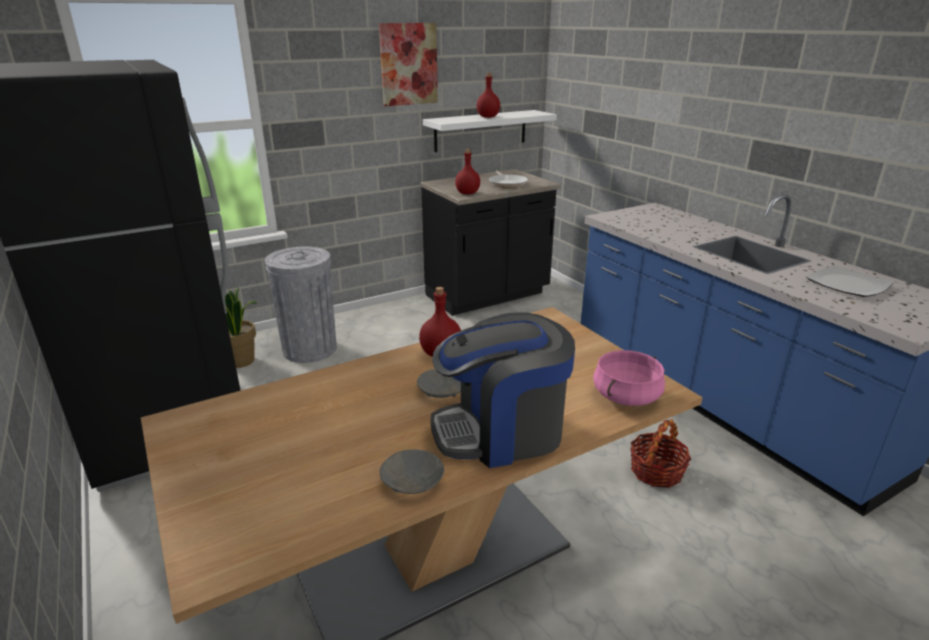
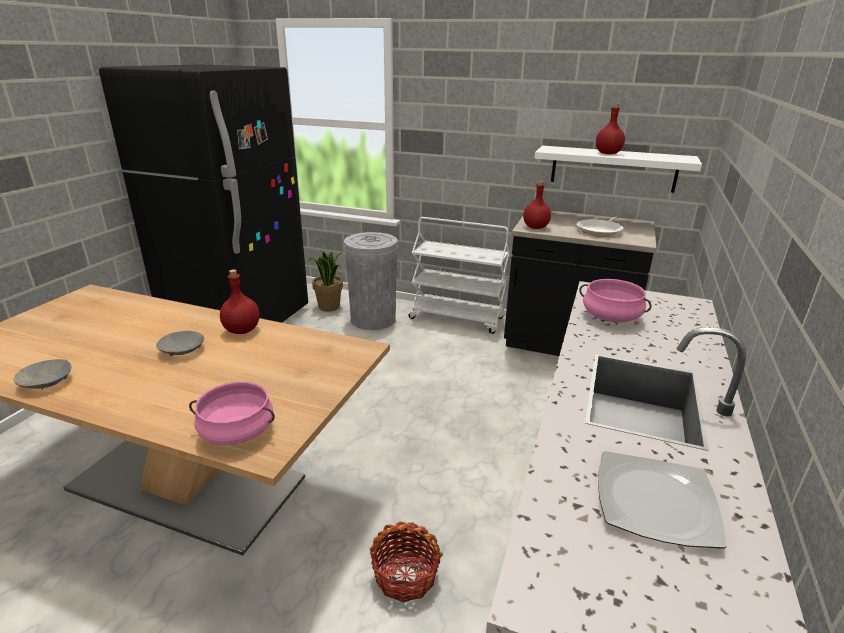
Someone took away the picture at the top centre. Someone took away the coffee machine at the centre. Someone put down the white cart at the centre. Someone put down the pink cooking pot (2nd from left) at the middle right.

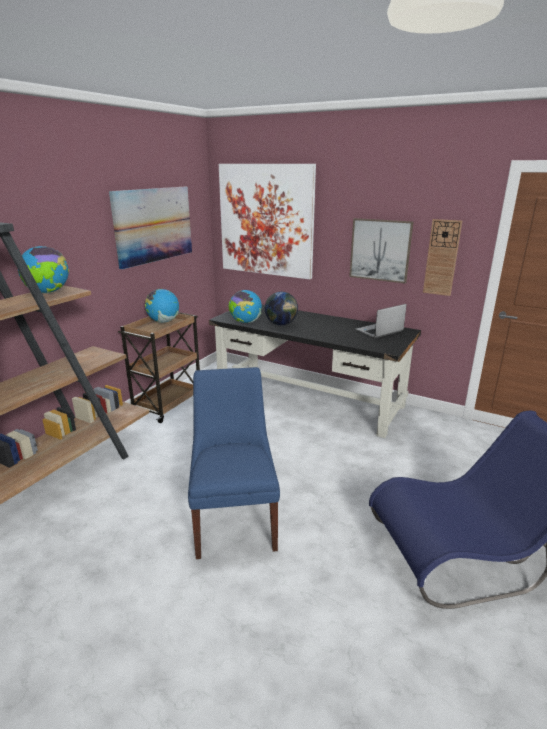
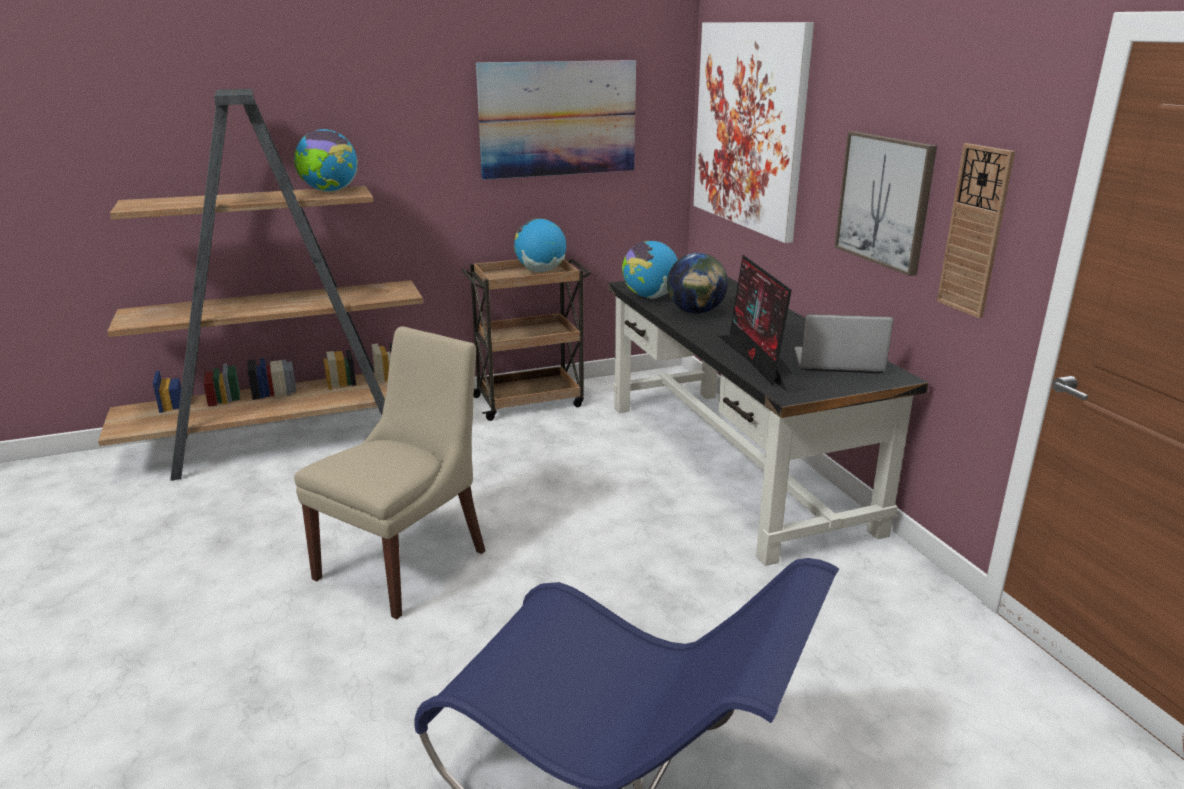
Someone put down the monitor at the centre. Someone repainted the blue chair (1st from left) at the centre, which became the beige chair at the middle left.

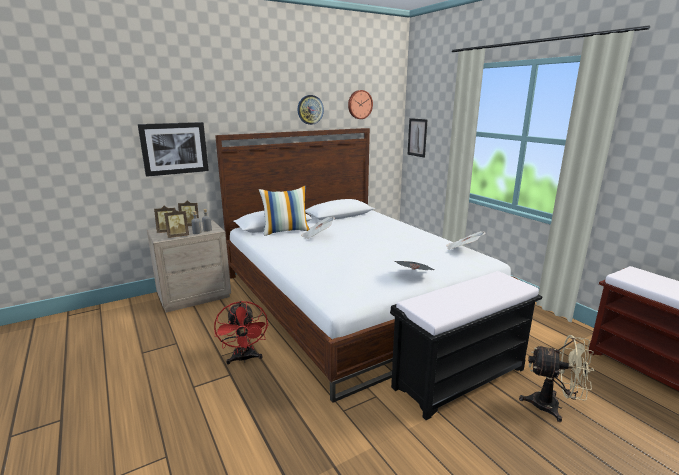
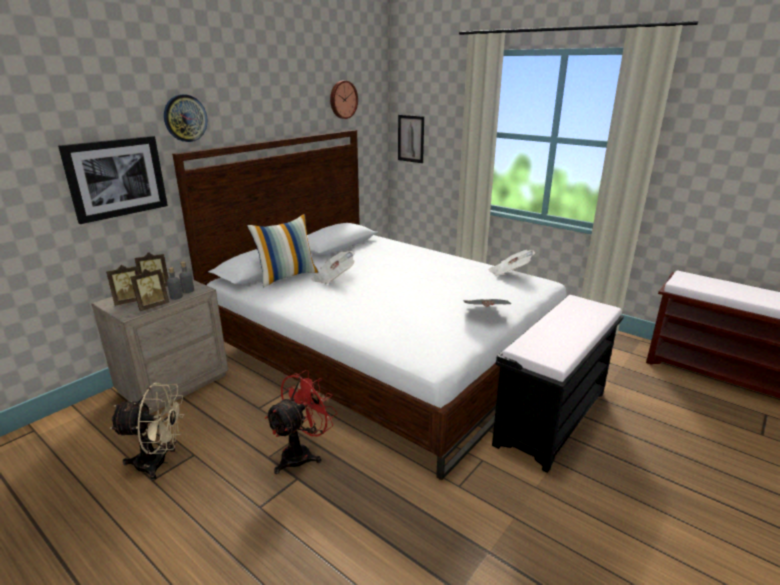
Someone carried the wall clock (1st from left) from the top centre to the top left. Someone carried the beige fan from the bottom right to the bottom left. Someone rotated the red fan at the bottom centre by 105 degrees counterclockwise.

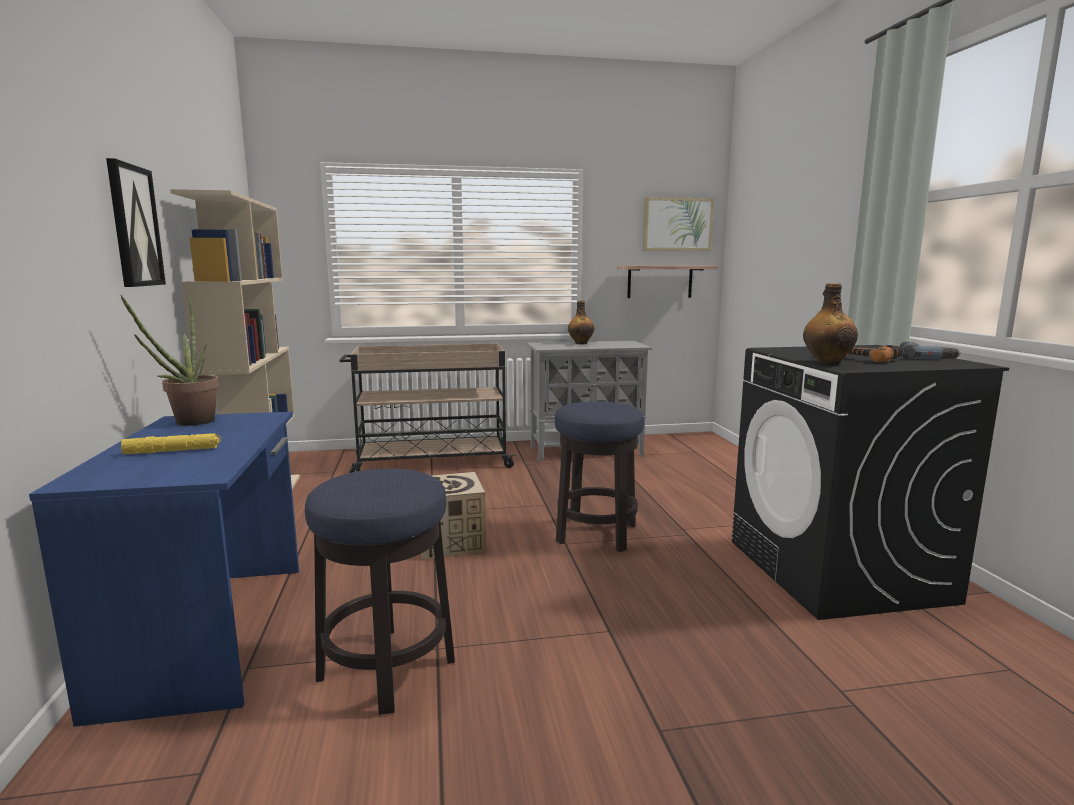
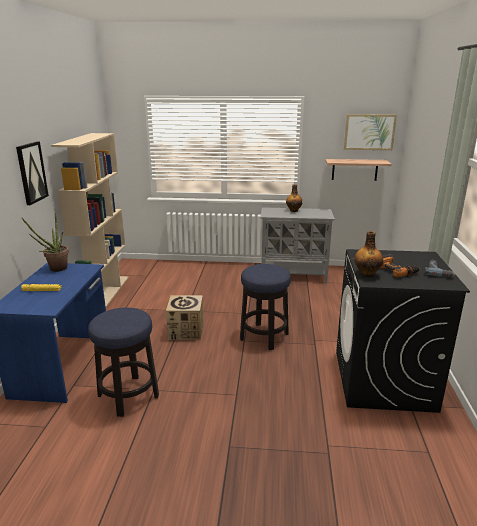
Someone took away the beige cart at the centre.

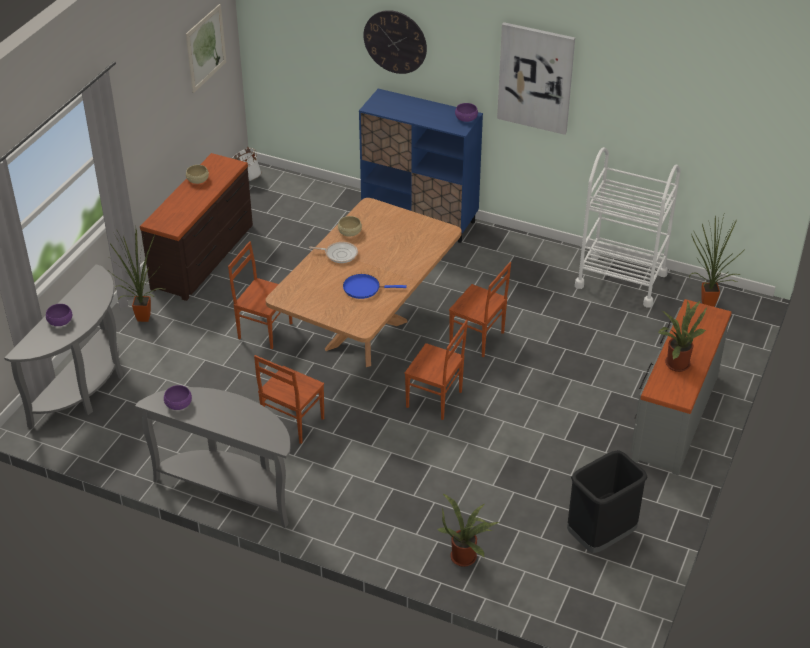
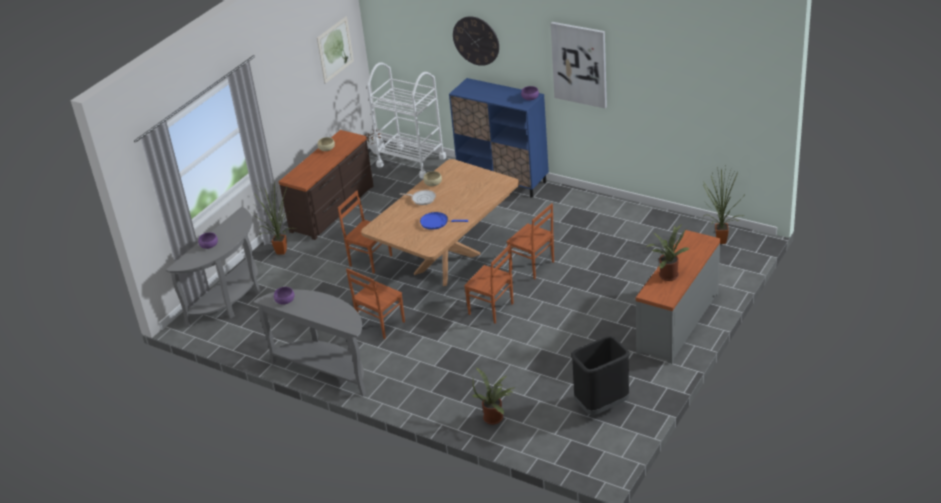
Someone carried the white cart from the middle right to the top centre.

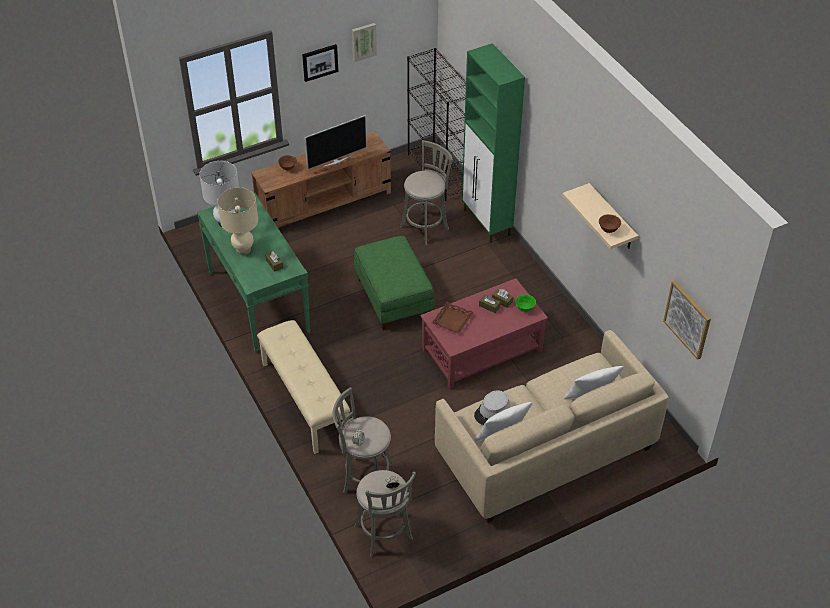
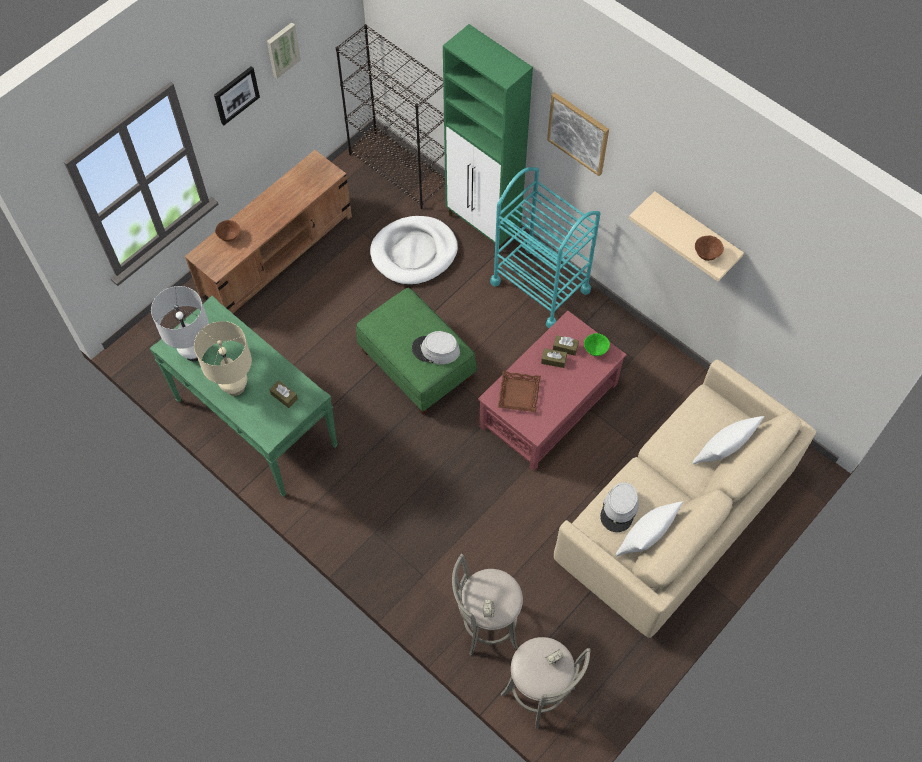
Someone took away the beige bench at the centre. Someone took away the television at the top centre. Someone put down the grey hat (1st from left) at the centre. Someone put down the turquoise cart at the top centre. Someone carried the picture (3rd from left) from the middle right to the top centre. Someone swapped the grey stool (3rd from left) at the top centre for the white dog bed at the top centre.

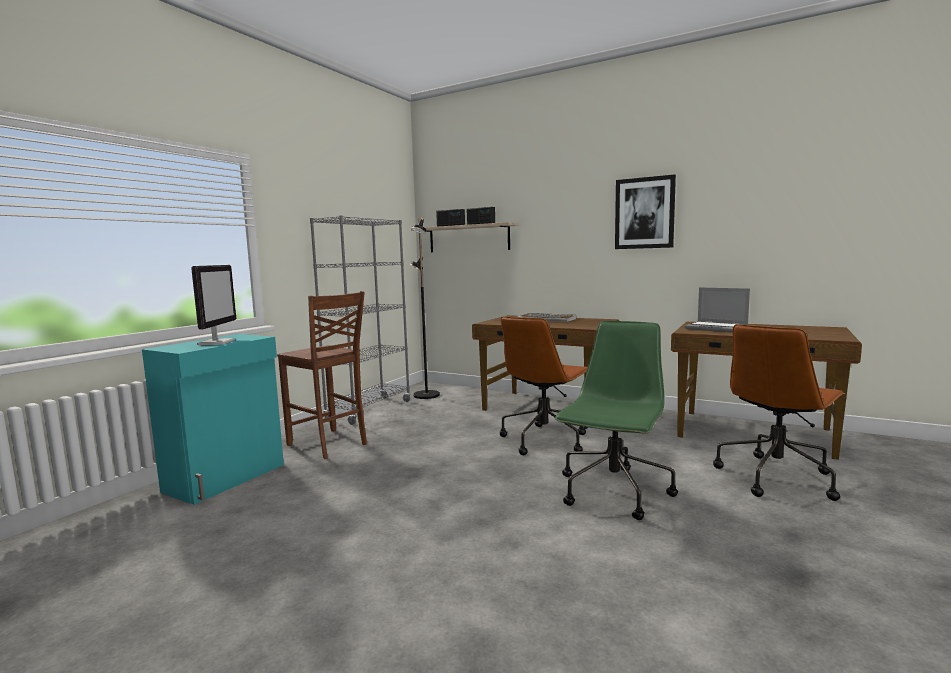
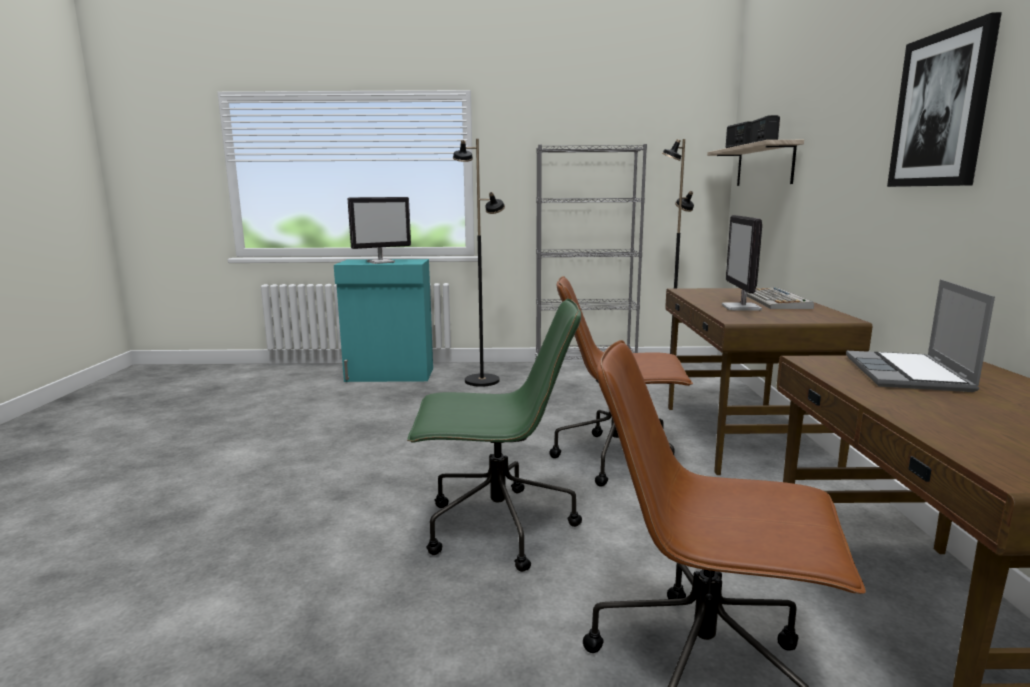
Someone put down the monitor (2nd from left) at the middle right. Someone swapped the brown chair at the centre for the black floor lamp (1st from left) at the centre.

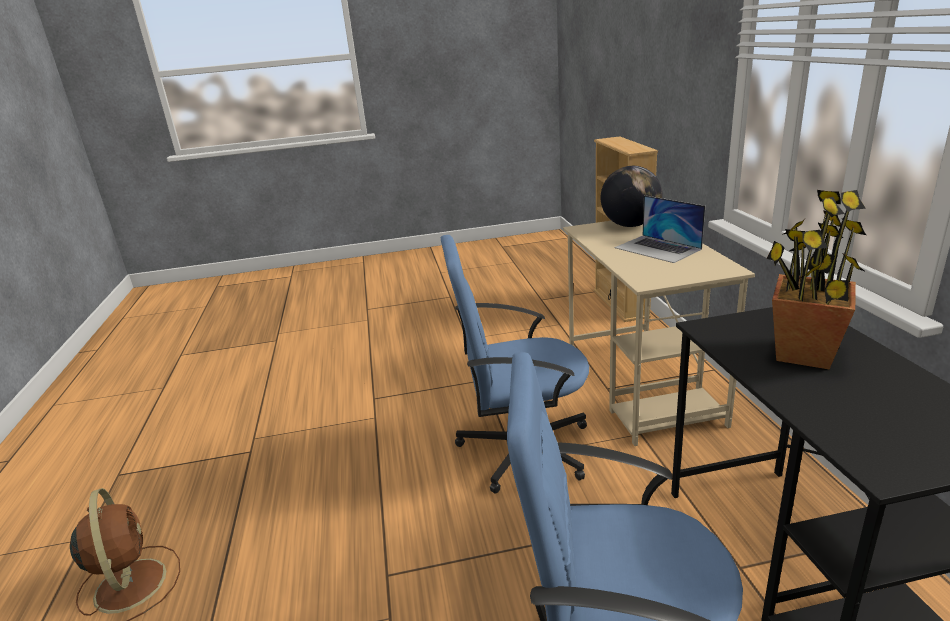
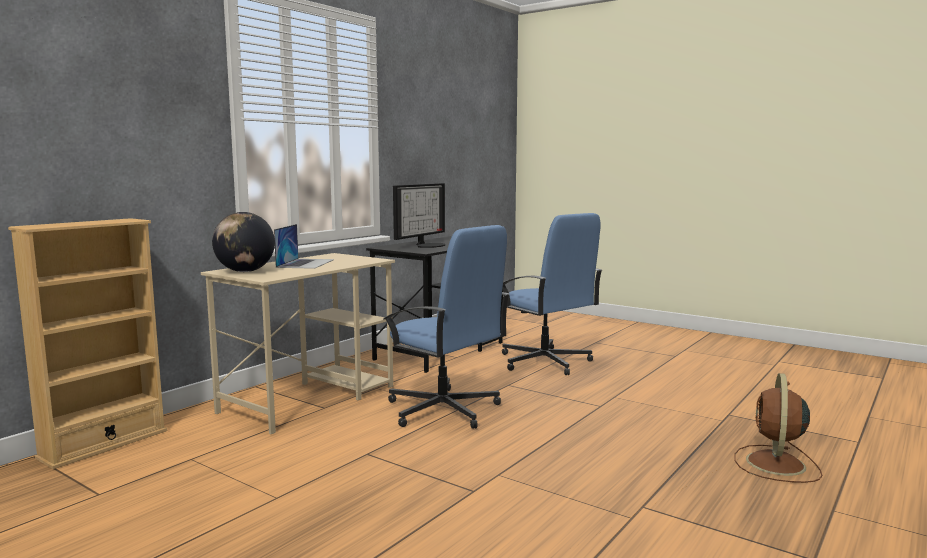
Someone swapped the potted plant at the middle right for the monitor at the centre.

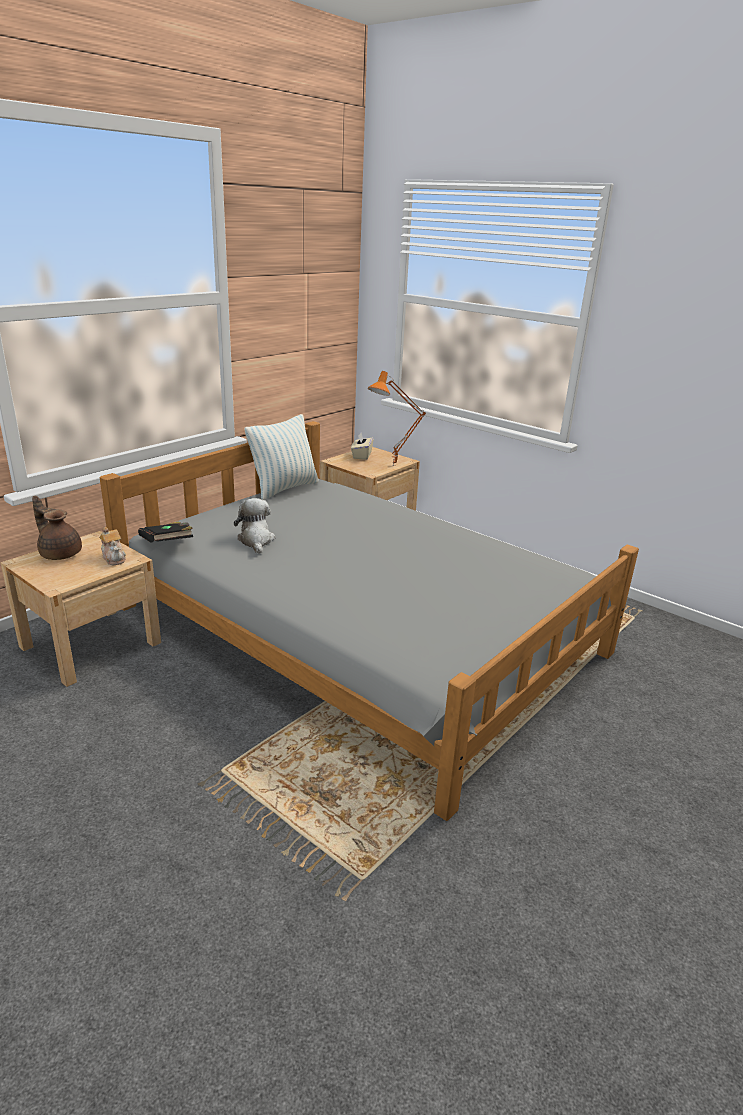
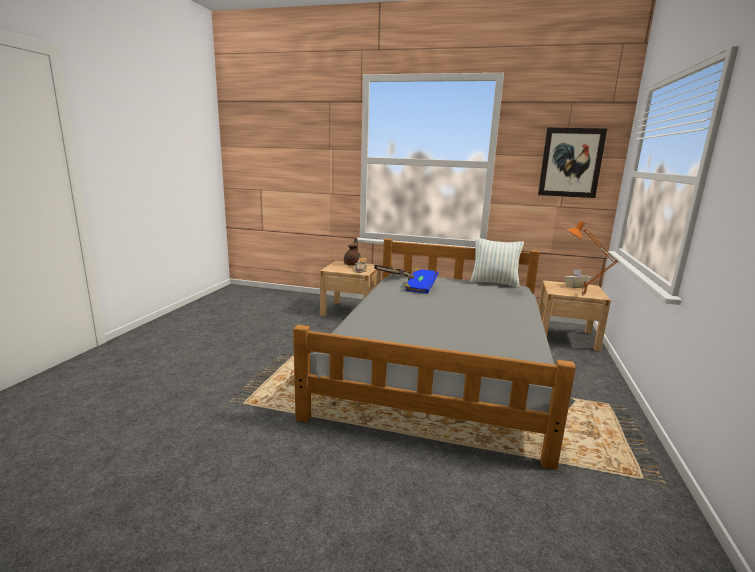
Someone put up the picture at the top right. Someone swapped the plush toy at the centre for the blue book at the centre.

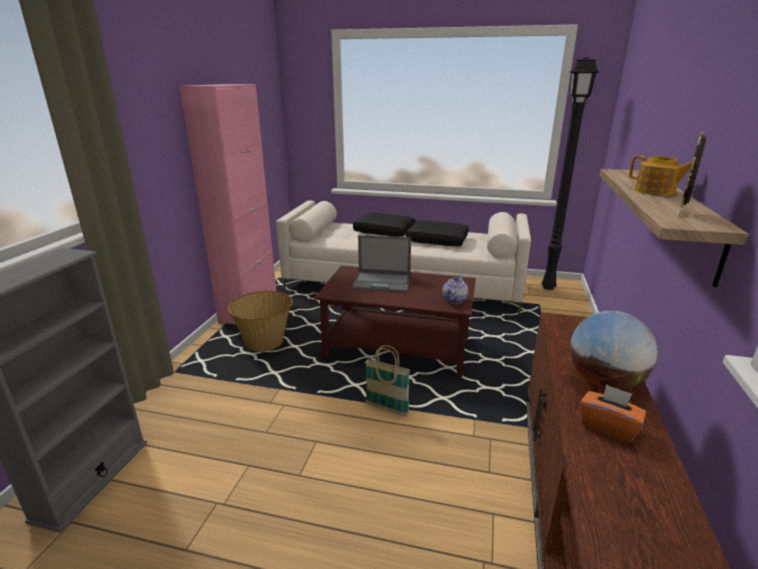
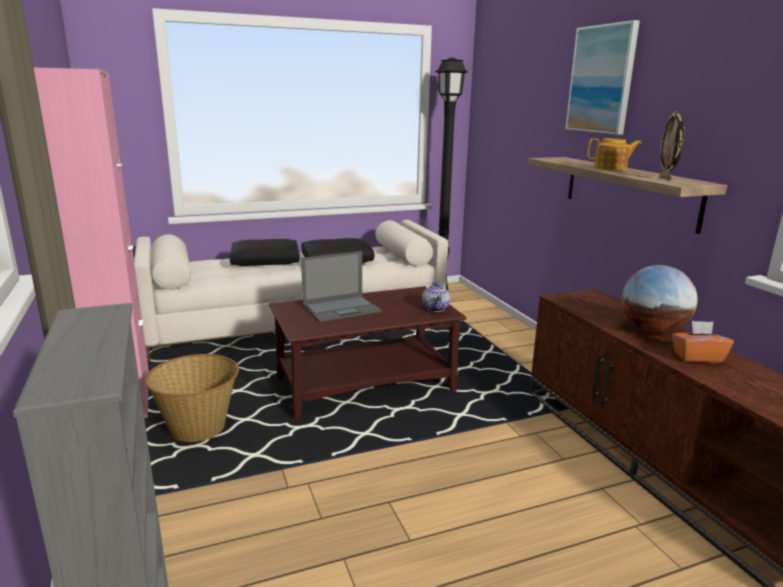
Someone took away the basket (2nd from left) at the bottom centre. Someone put up the picture at the top right.

